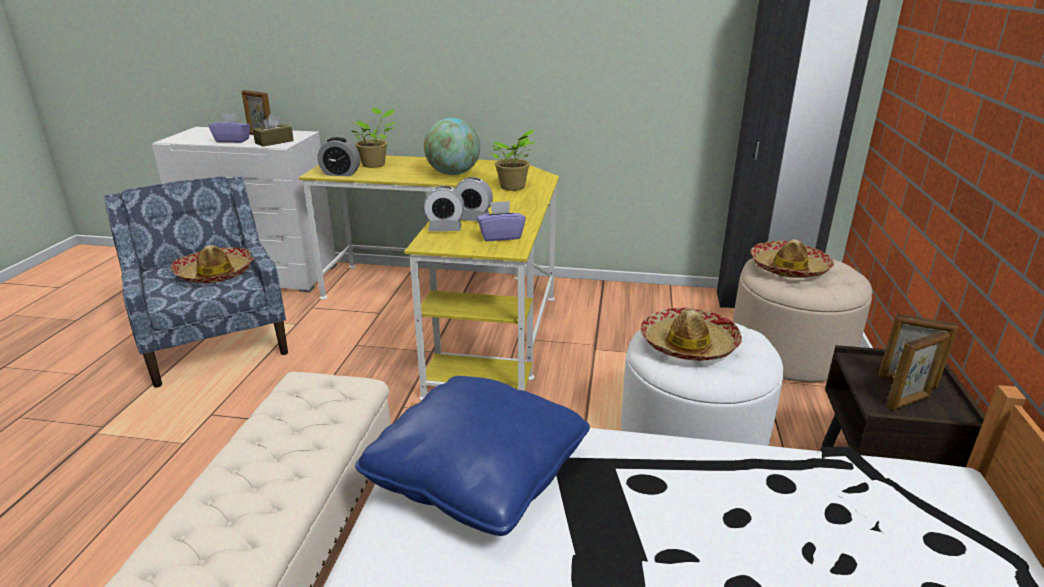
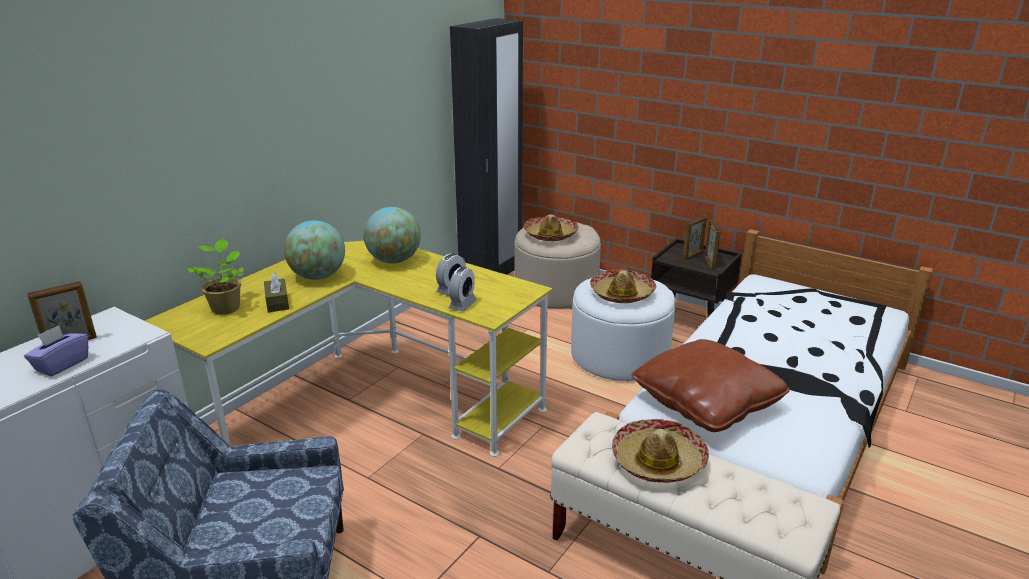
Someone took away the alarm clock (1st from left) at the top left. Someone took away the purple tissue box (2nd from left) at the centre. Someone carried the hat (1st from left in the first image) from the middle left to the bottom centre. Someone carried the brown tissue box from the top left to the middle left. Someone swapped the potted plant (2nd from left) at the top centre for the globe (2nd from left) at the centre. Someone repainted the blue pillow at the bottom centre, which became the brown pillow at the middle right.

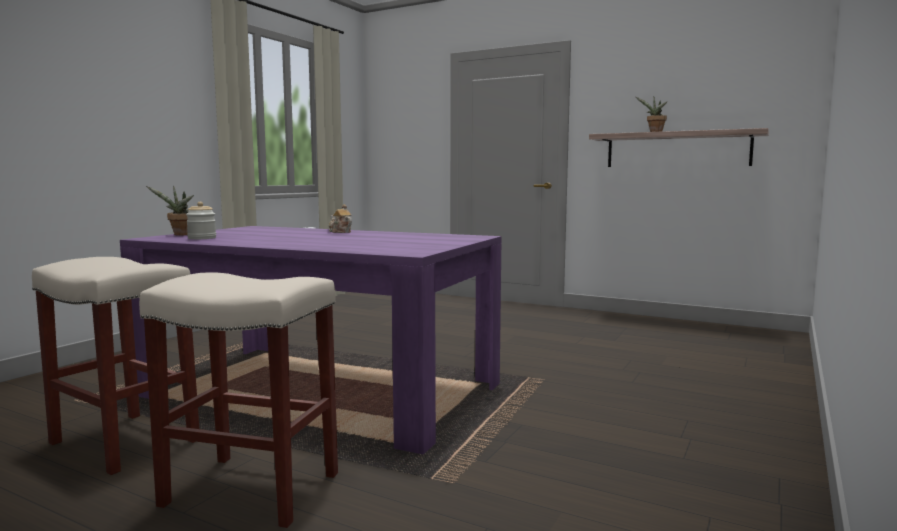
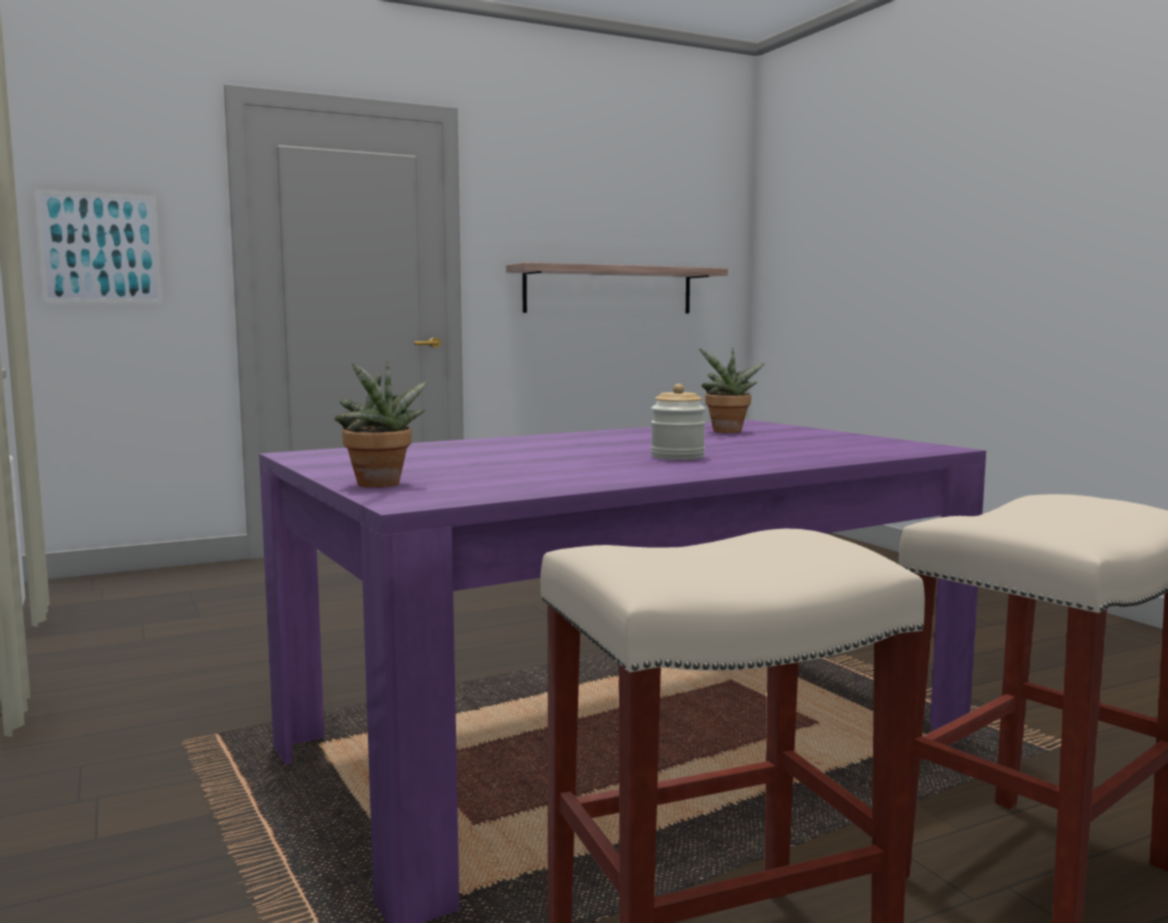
Someone took away the teapot at the centre. Someone put up the picture at the top left. Someone carried the jar from the middle left to the centre. Someone carried the potted plant (2nd from left) from the top right to the centre.

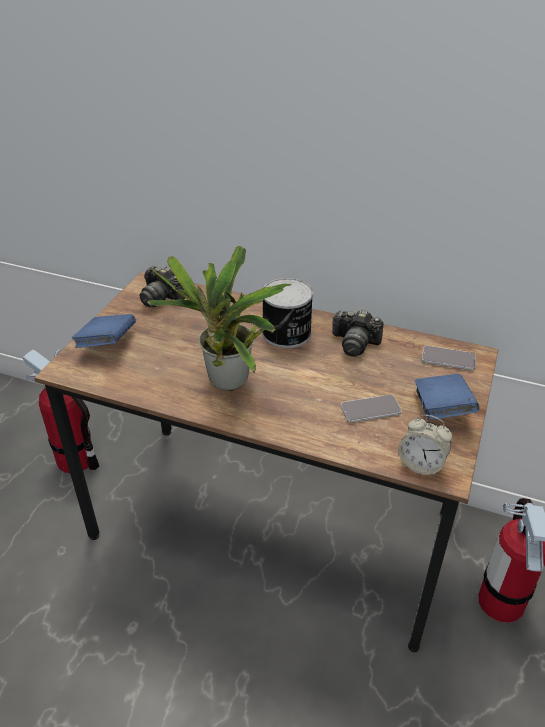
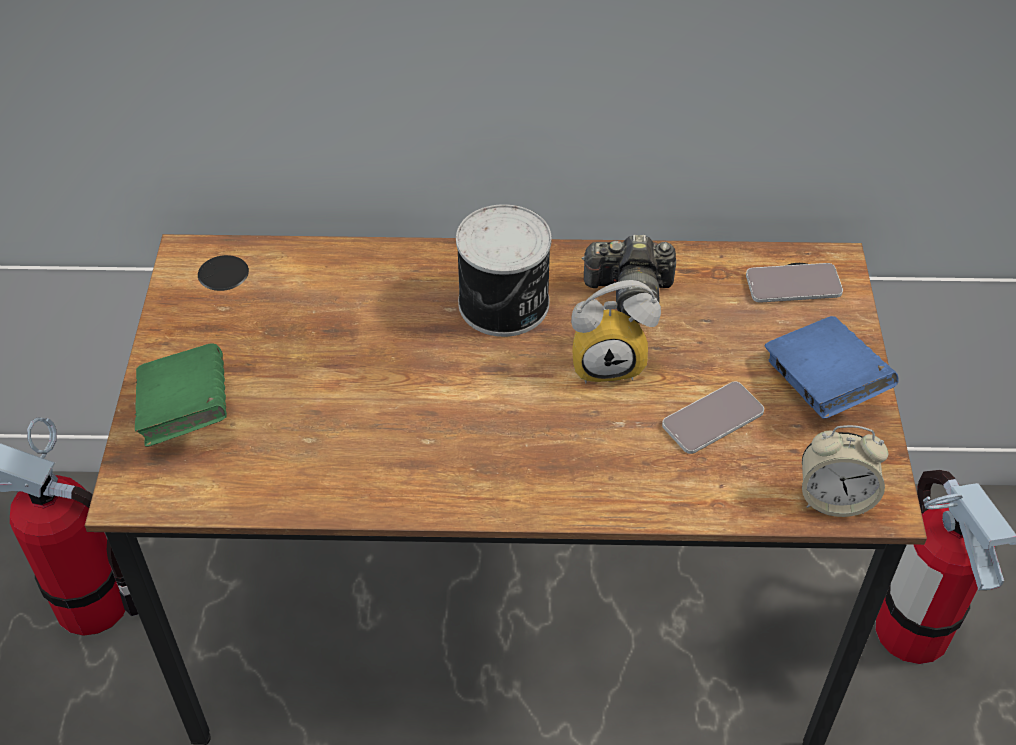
Someone took away the photo camera (1st from left) at the middle left. Someone took away the potted plant at the centre. Someone put down the alarm clock (1st from left) at the centre. Someone repainted the blue book (1st from left) at the middle left, which became the green book at the middle left.

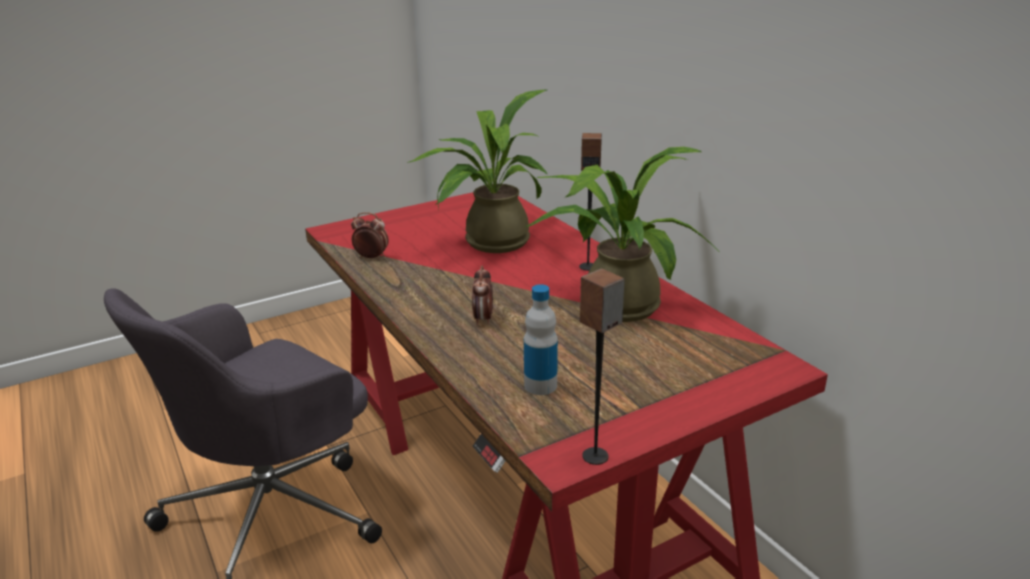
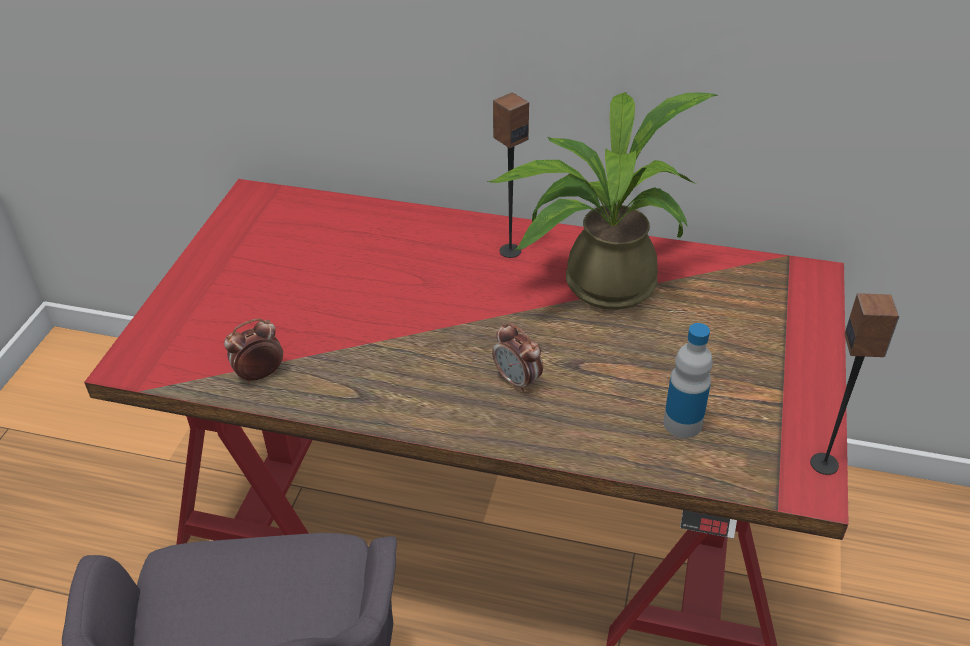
Someone took away the potted plant (1st from left) at the top centre.

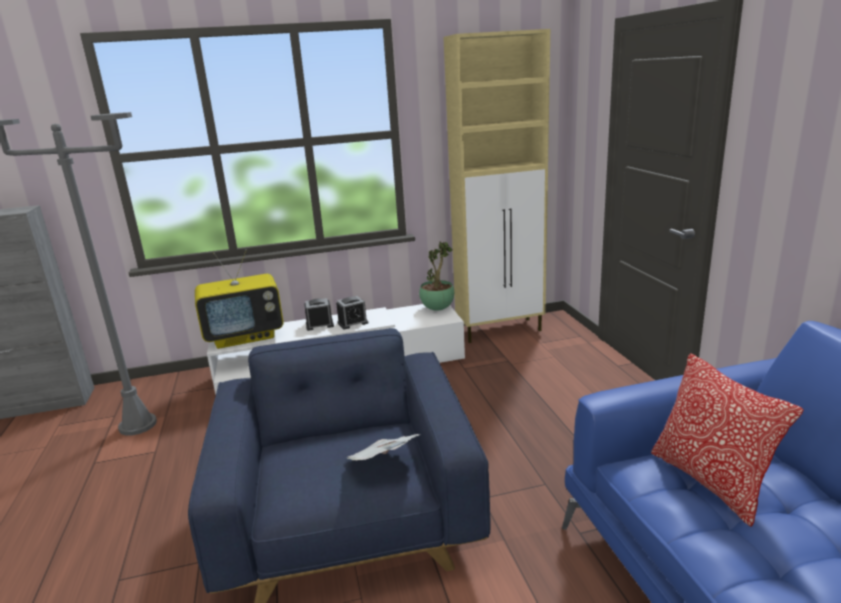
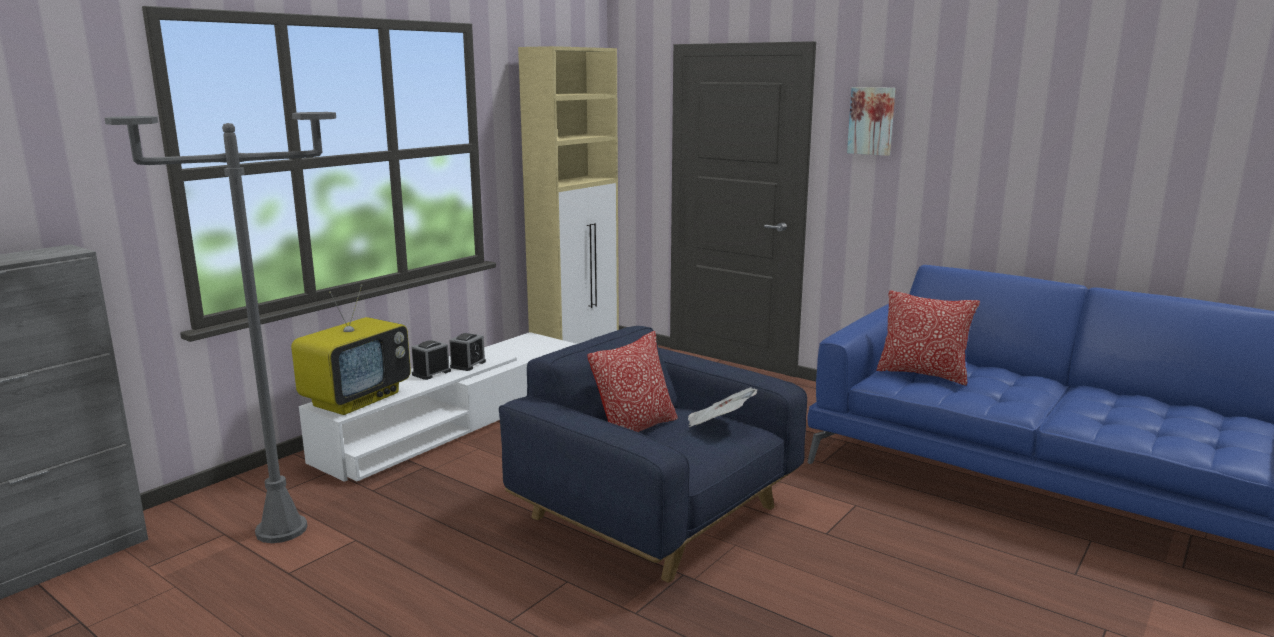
Someone took away the potted plant at the centre. Someone put down the pillow (1st from left) at the centre. Someone put up the picture at the top right.

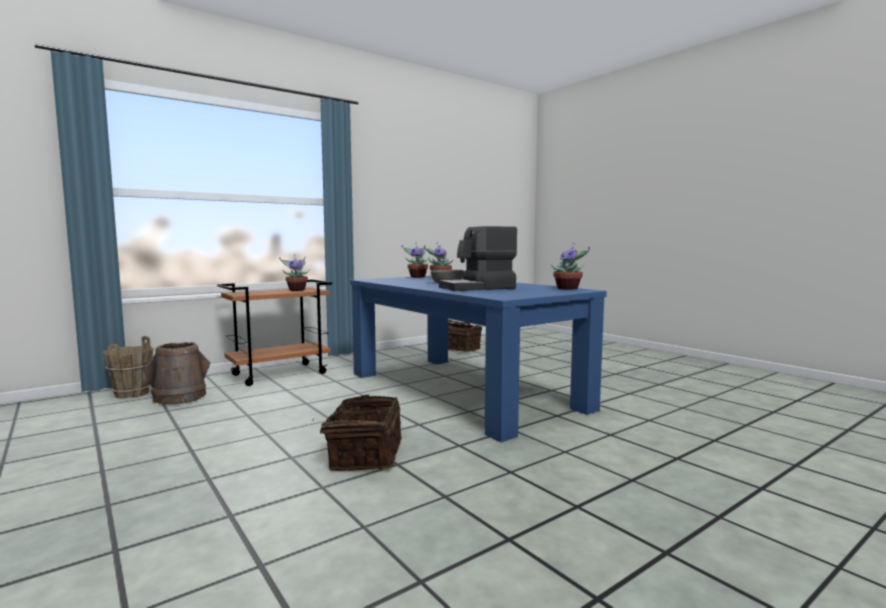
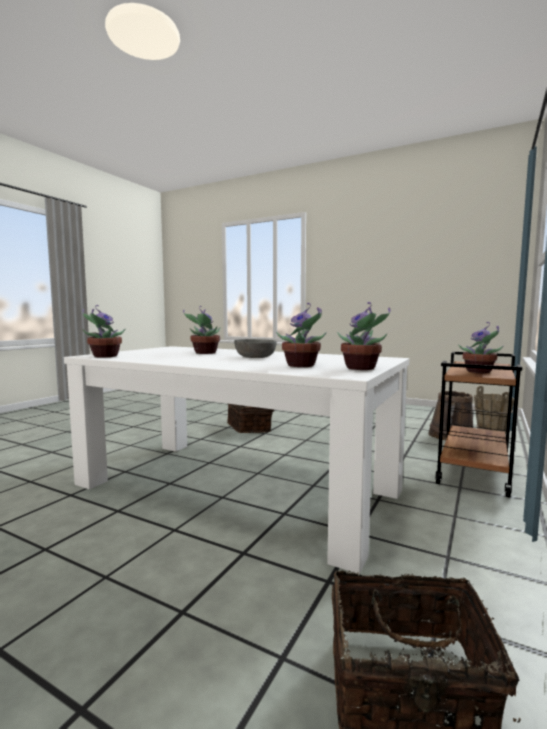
Someone swapped the coffee machine at the centre for the potted plant (2nd from left) at the centre. Someone repainted the blue dining table at the centre, which became the white dining table at the centre.

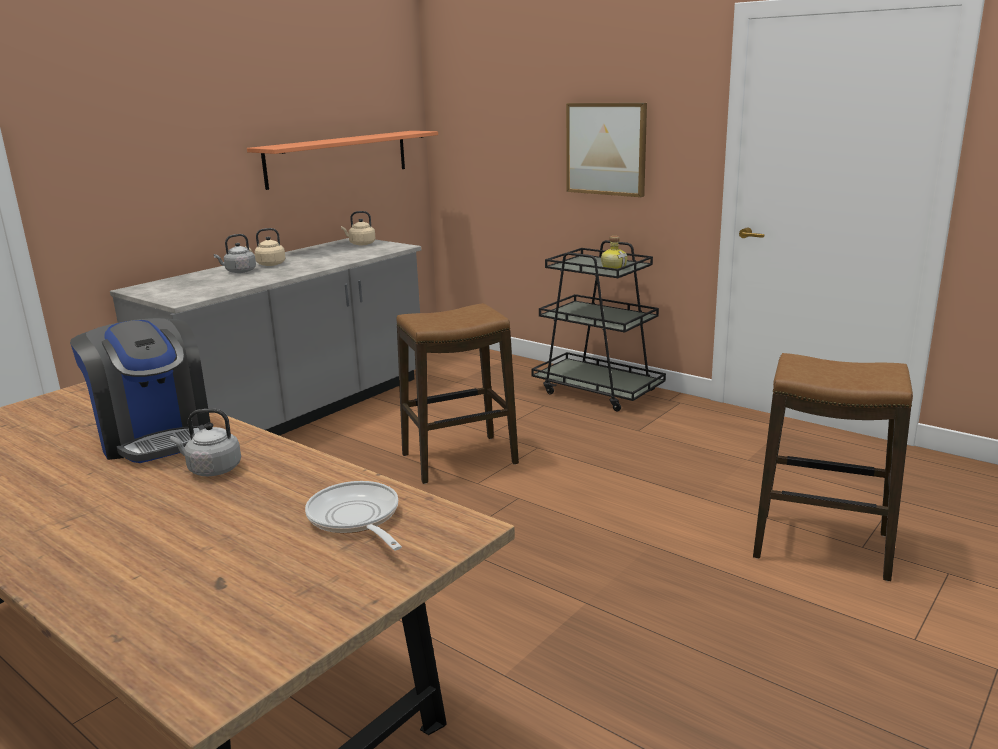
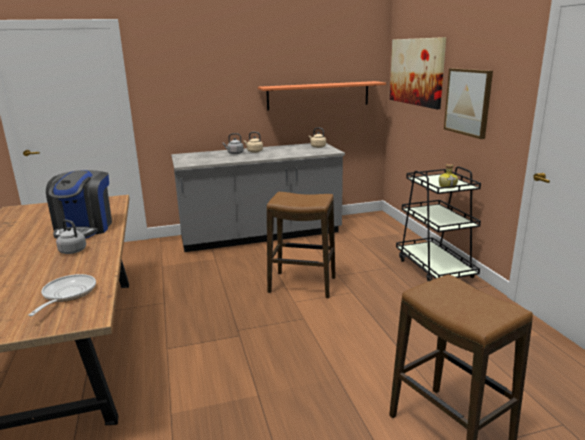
Someone put up the picture (1st from left) at the top right.

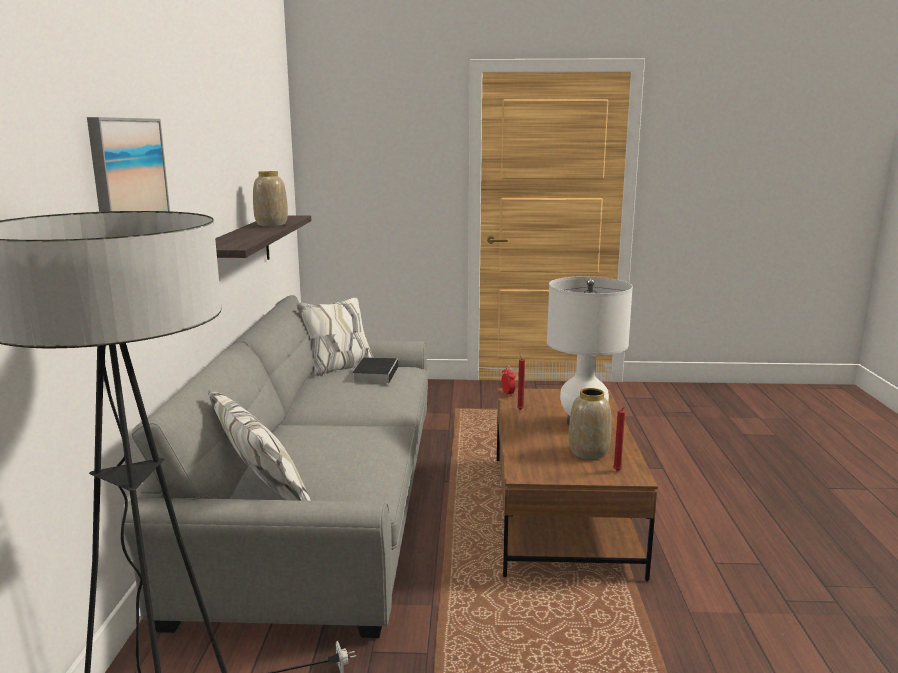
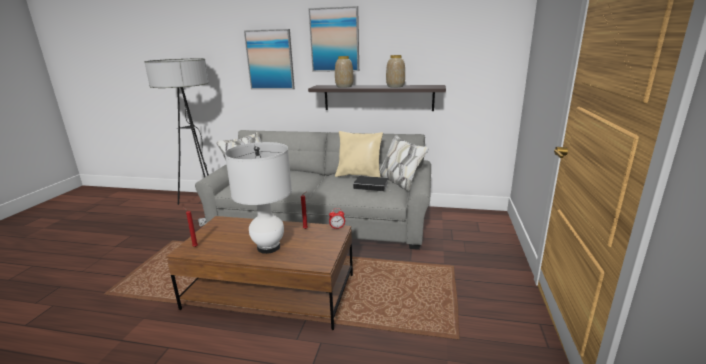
Someone put up the picture (2nd from left) at the top centre. Someone put down the beige pillow at the centre. Someone carried the vase (2nd from left in the first image) from the centre to the top centre.

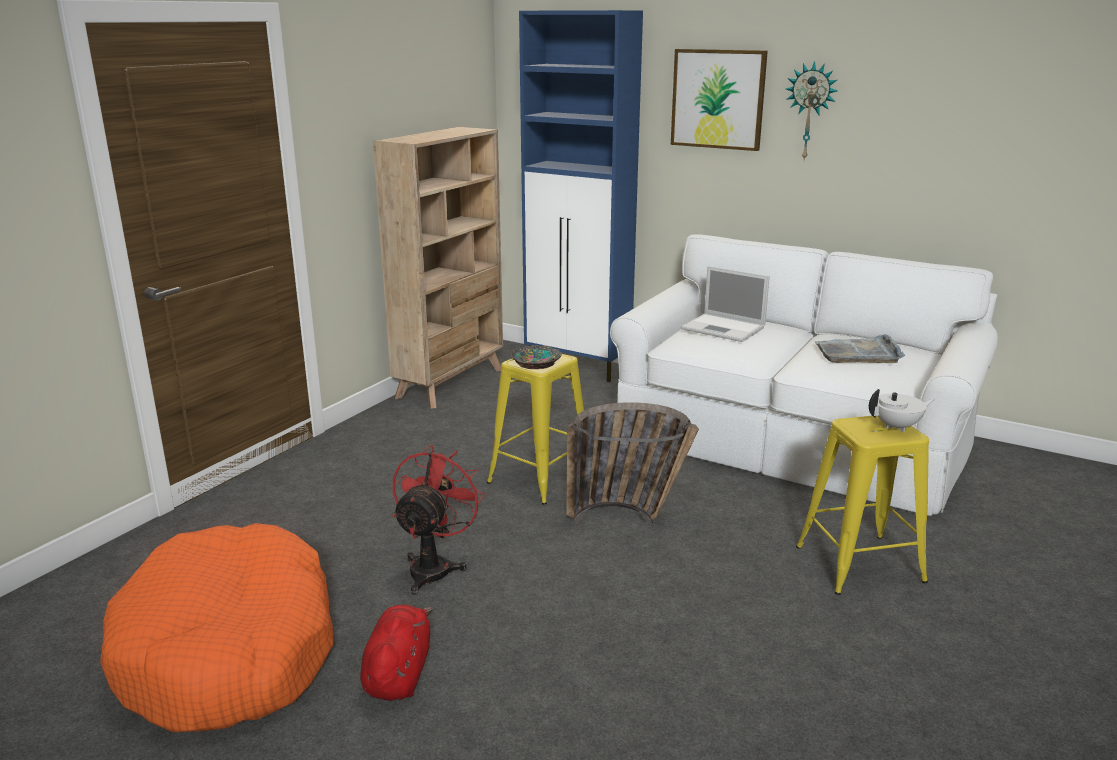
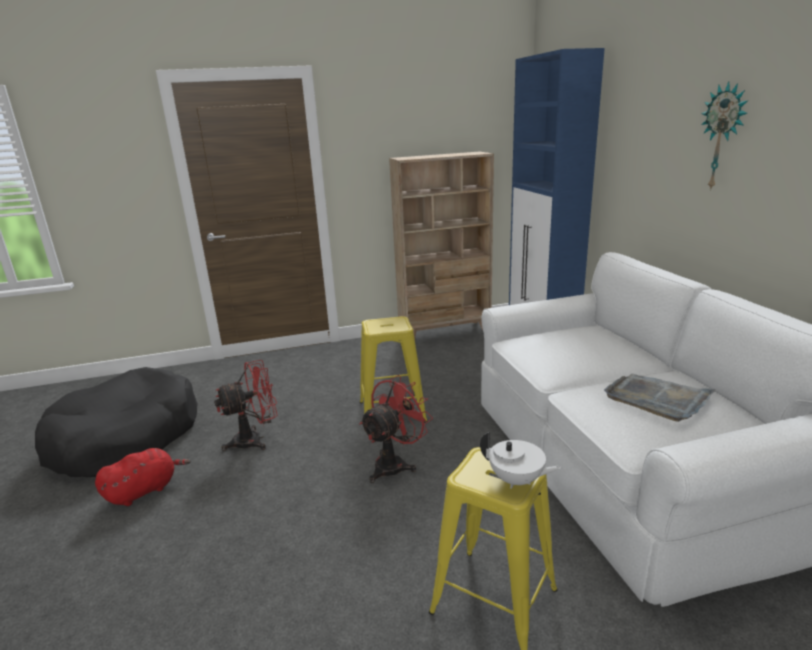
Someone took away the bowl at the centre. Someone took away the picture at the top centre. Someone took away the laptop at the centre. Someone swapped the basket at the centre for the red fan (2nd from left) at the centre. Someone repainted the orange dog bed at the bottom left, which became the black dog bed at the middle left.

